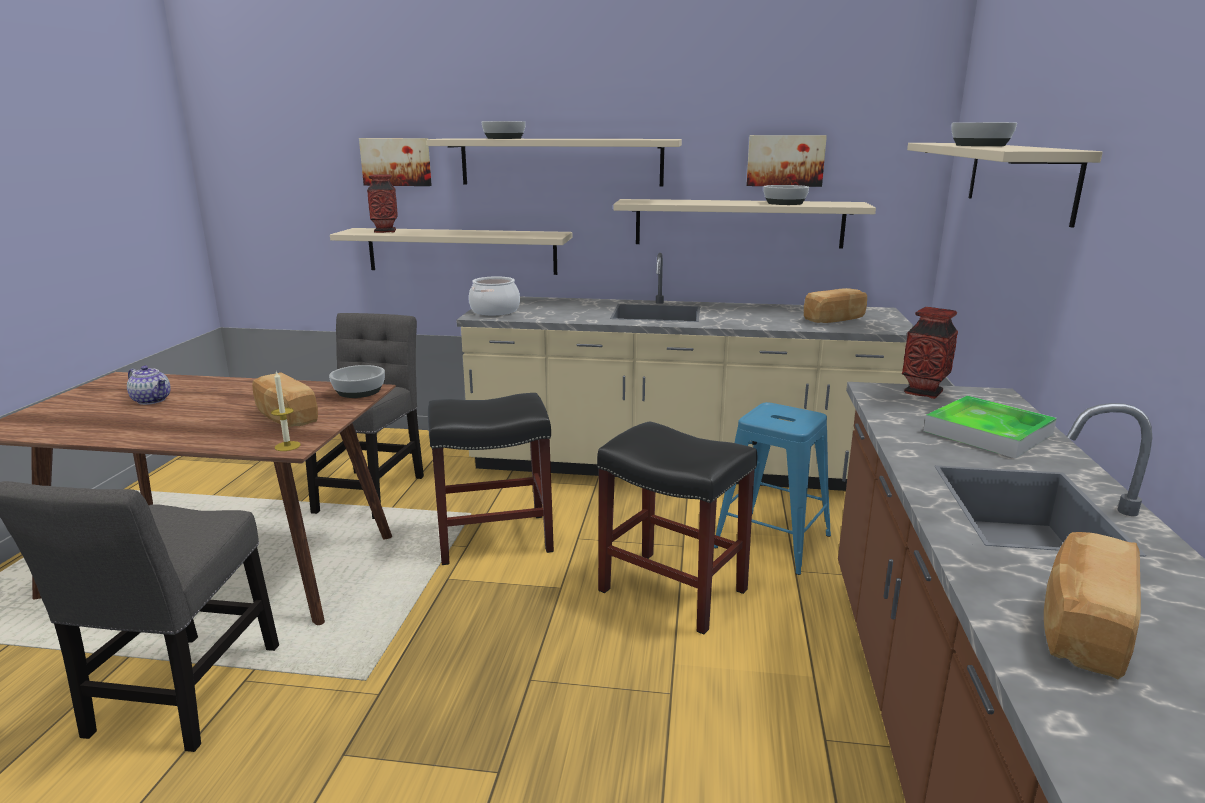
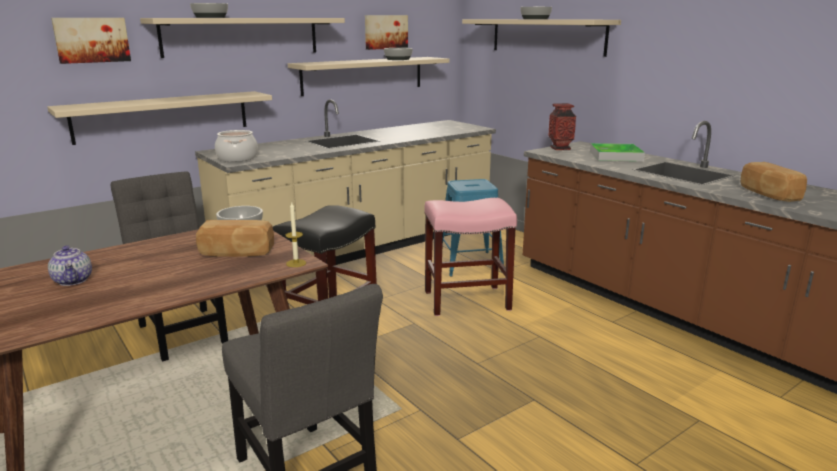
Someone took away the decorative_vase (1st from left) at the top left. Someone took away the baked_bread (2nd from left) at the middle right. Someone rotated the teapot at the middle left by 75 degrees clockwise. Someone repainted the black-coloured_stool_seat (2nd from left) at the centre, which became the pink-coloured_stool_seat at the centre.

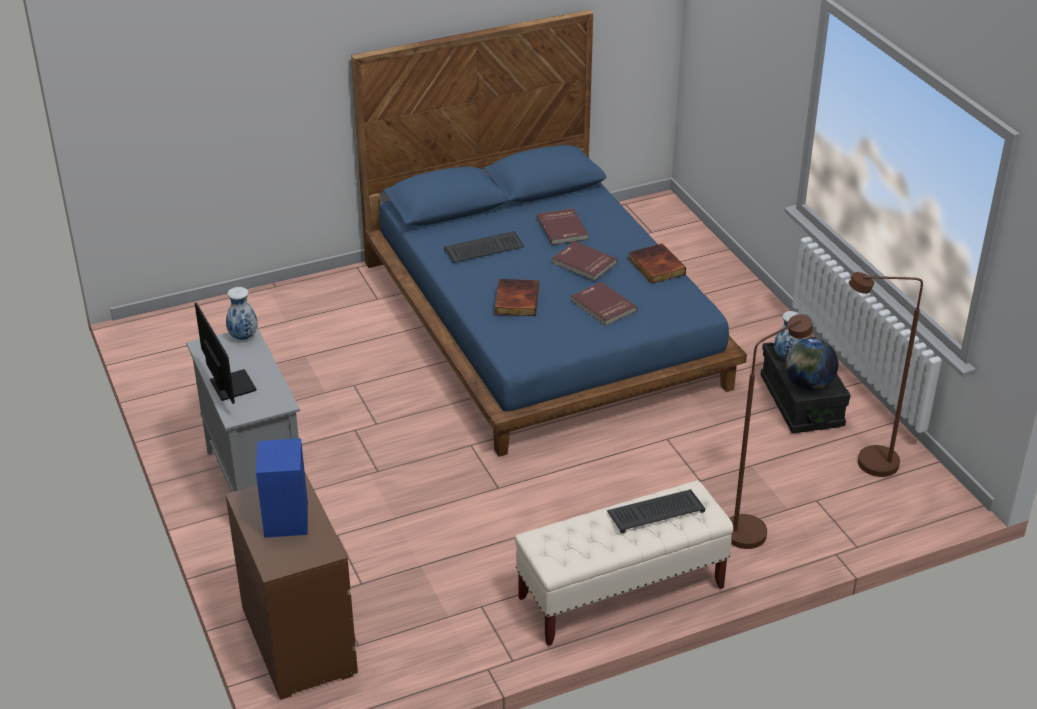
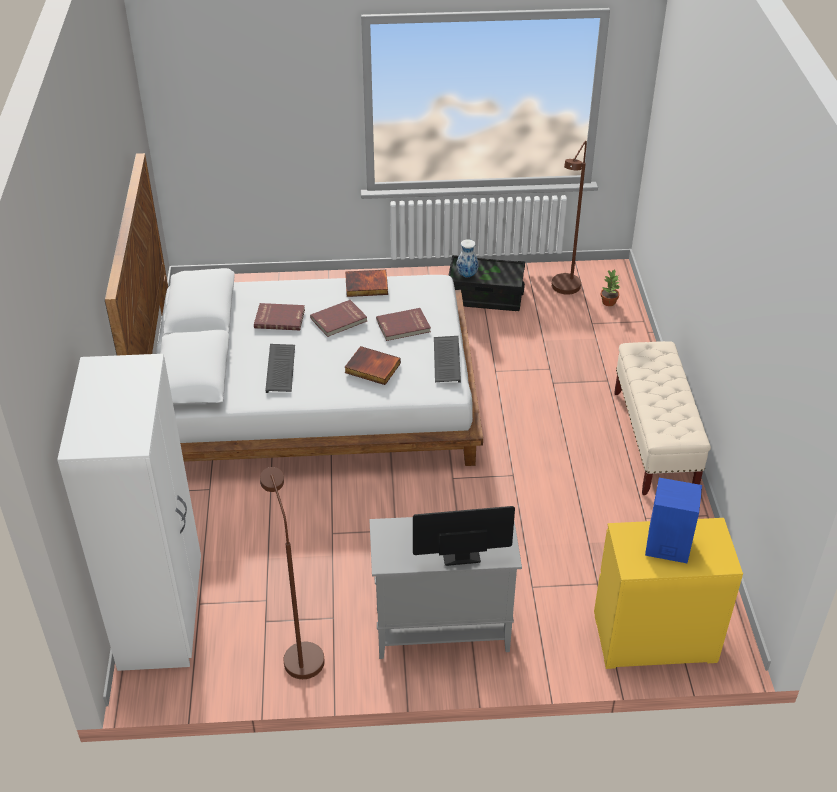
Someone repainted the blue-coloured_bed at the top centre, which became the whitish_bed at the centre. Someone took away the decorative_vase (1st from left) at the middle left. Someone carried the brown_floor_lamp (1st from left) from the middle right to the bottom centre. Someone took away the world_globe at the middle right. Someone repainted the brown_drawer_chest at the bottom left, which became the yellow-coloured_drawer_chest at the bottom right. Someone carried the keyboard (2nd from left) from the bottom centre to the centre. Someone put down the houseplant at the middle right. Someone put down the whitish_clothes_cupboard at the middle left.

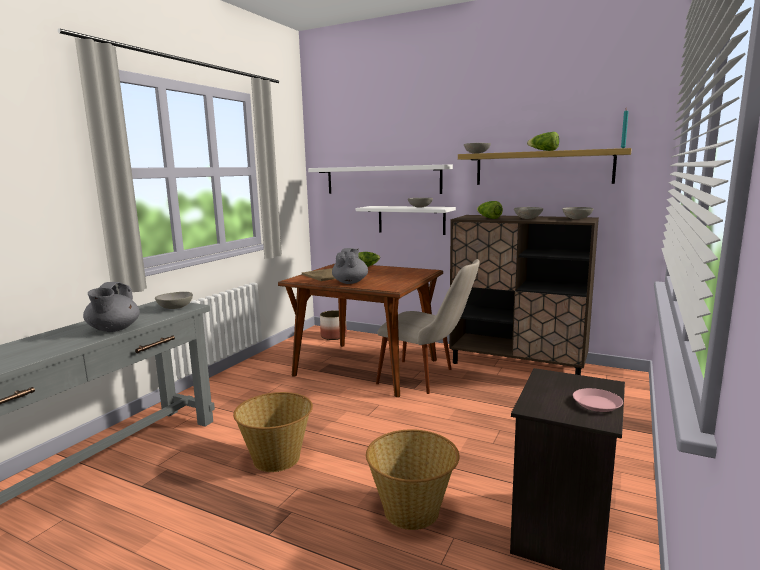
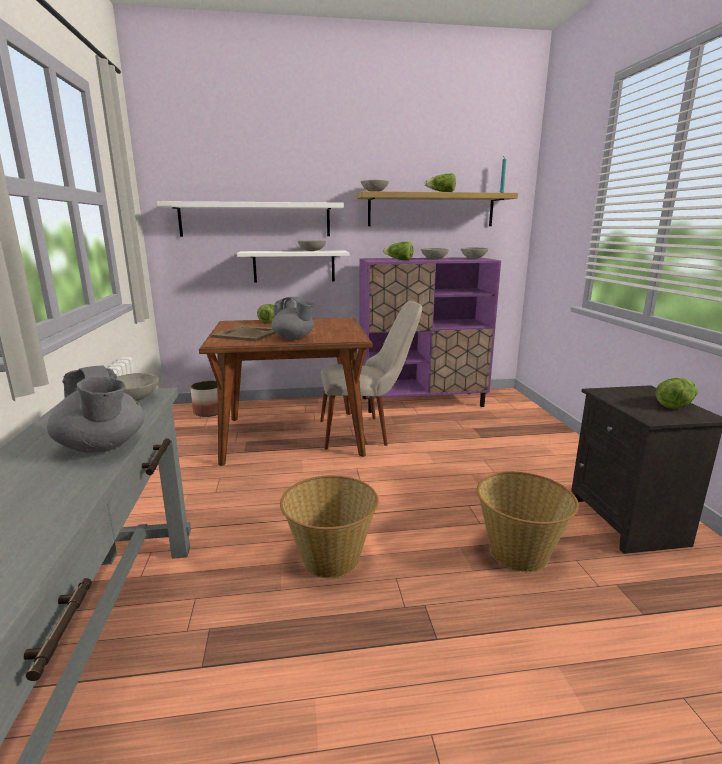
Someone repainted the brown_cabinet at the middle right, which became the purple-coloured_cabinet at the centre. Someone rotated the gray_teapot (2nd from left) at the centre by 150 degrees clockwise. Someone swapped the pink-coloured_plate at the bottom right for the lettuce (4th from left) at the middle right.

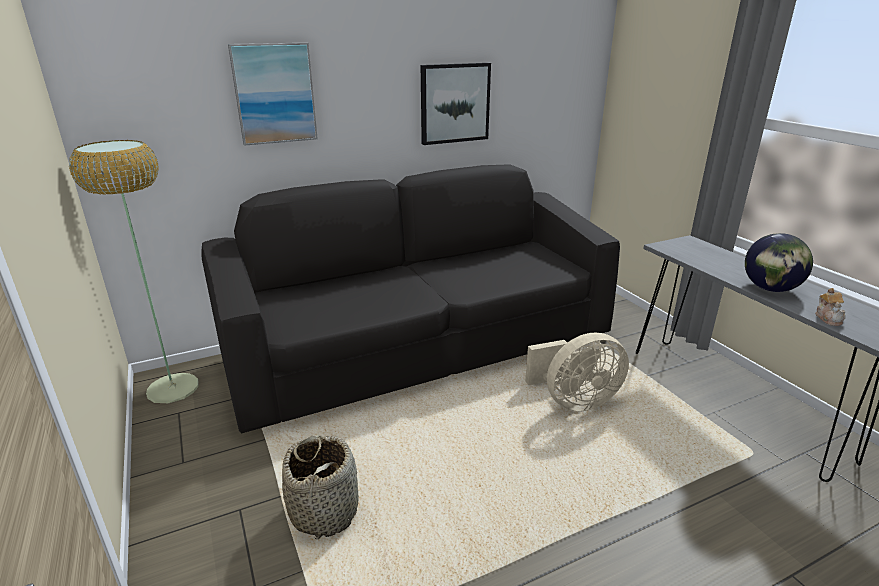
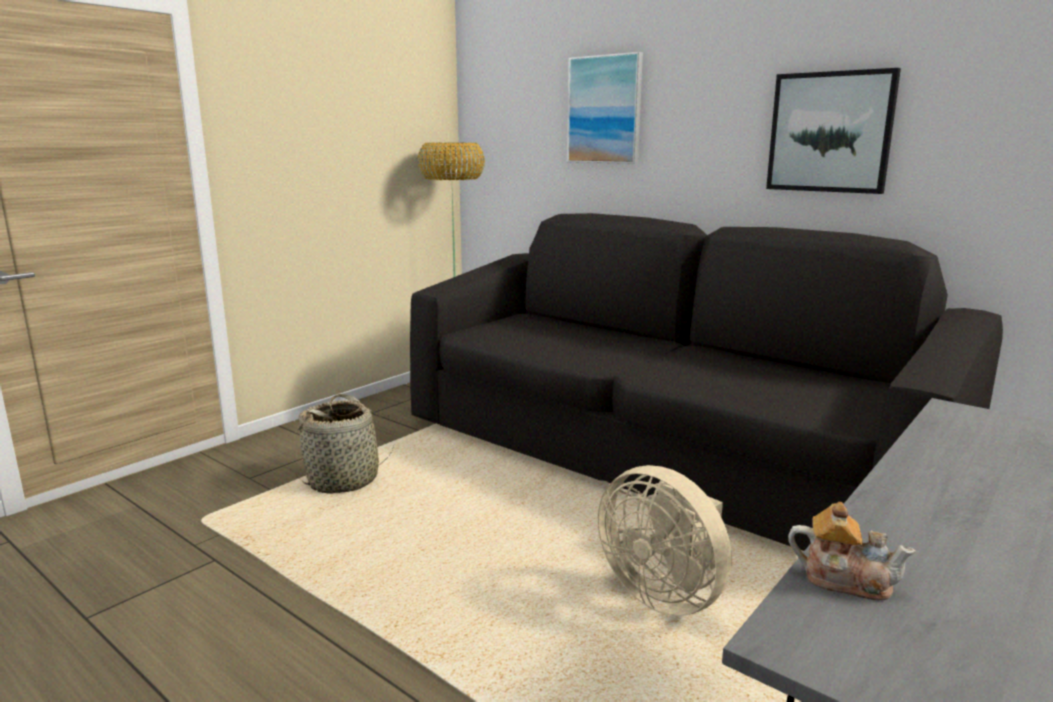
Someone took away the world_globe at the middle right. Someone rotated the teapot at the middle right by 135 degrees counterclockwise.

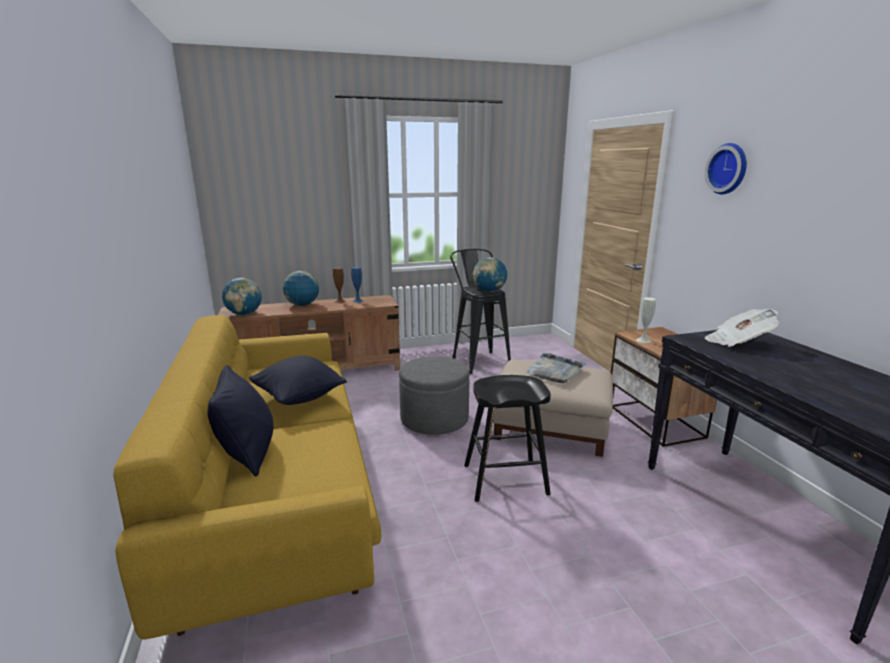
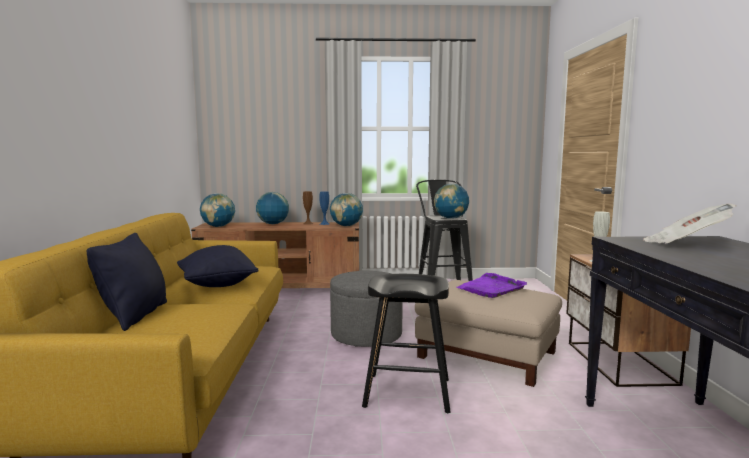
Someone took away the hanging_clock at the top right. Someone repainted the gray_tray at the centre, which became the purple-coloured_tray at the centre. Someone put down the world_globe (3rd from left) at the centre.

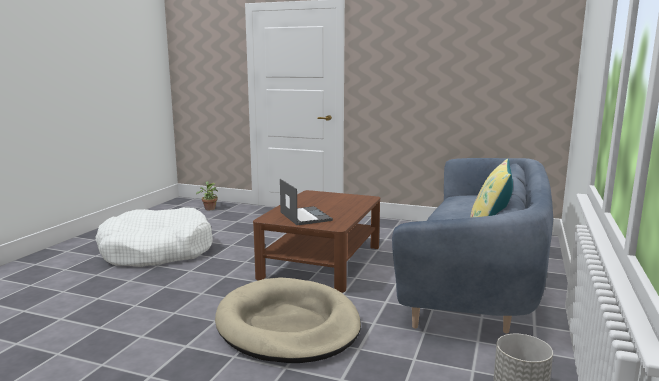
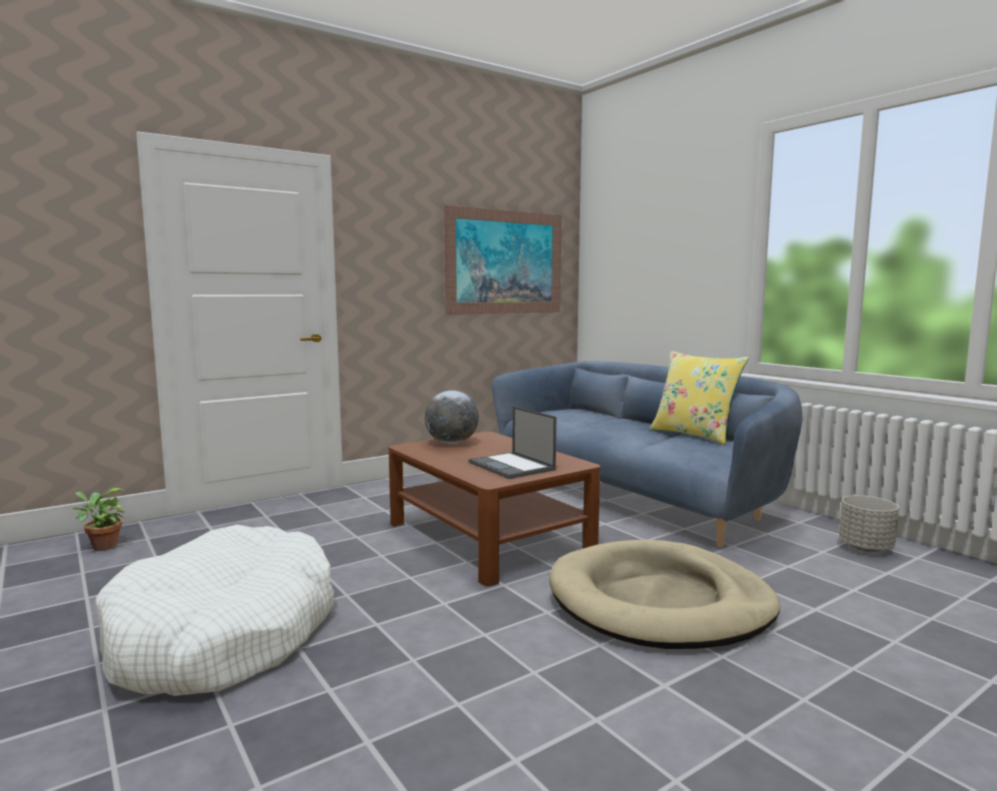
Someone rotated the portable_computer at the centre by 135 degrees counterclockwise. Someone put up the wall_picture at the top centre. Someone put down the world_globe at the centre.

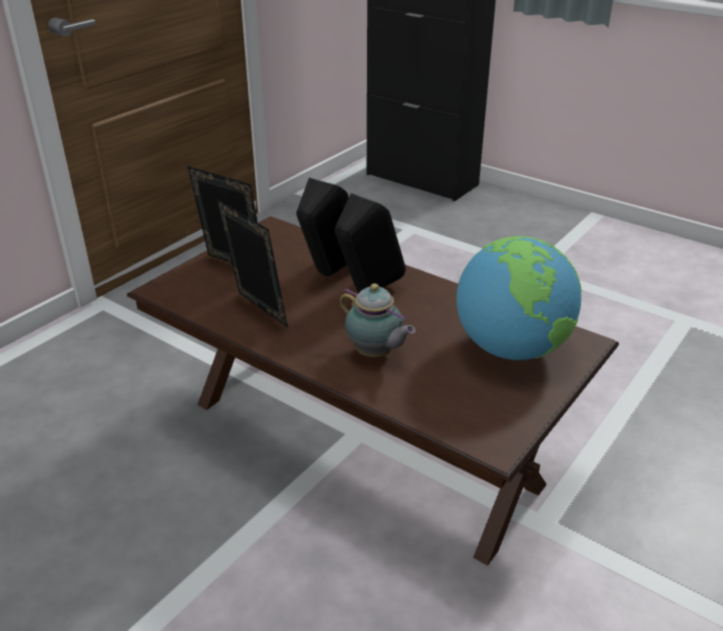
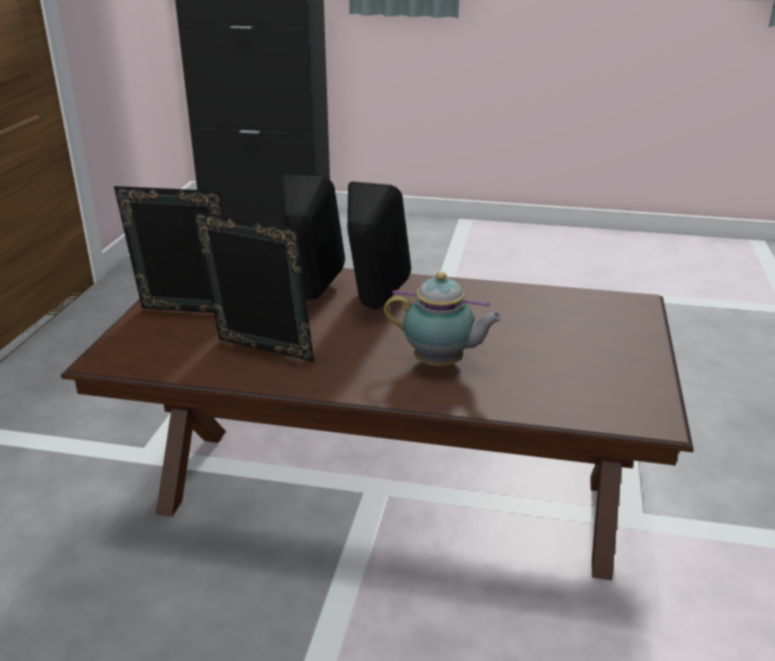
Someone took away the world_globe at the middle right.

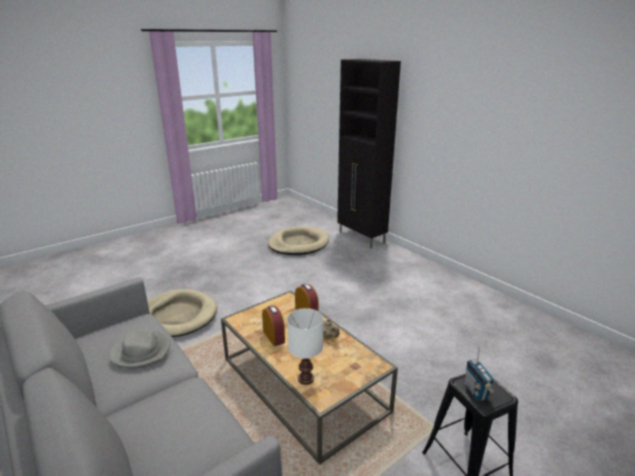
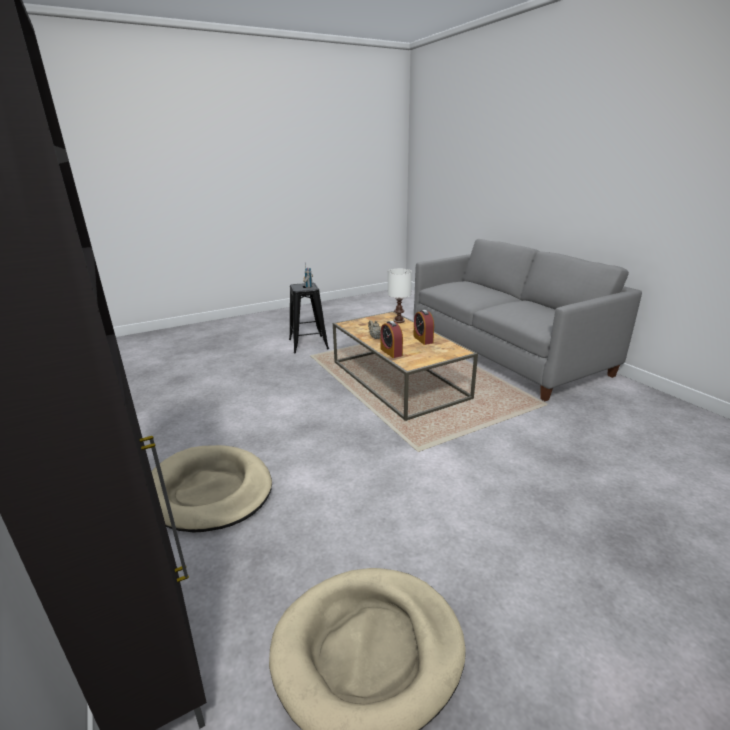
Someone carried the beige_pet_bed (1st from left) from the middle left to the bottom left. Someone took away the gray_clothing_hat at the bottom left.

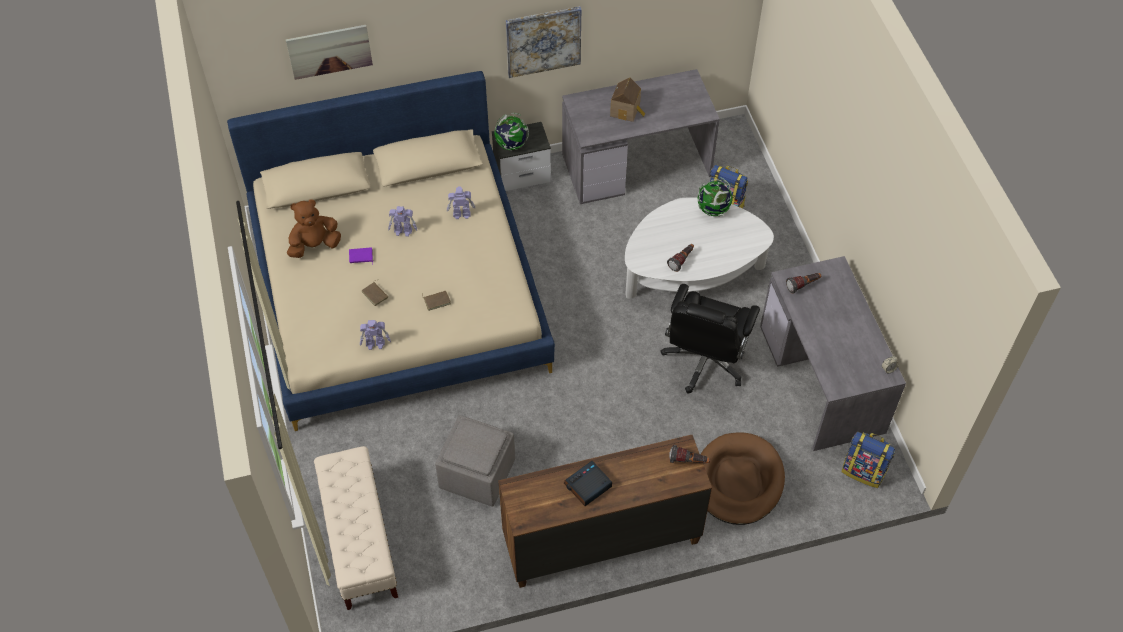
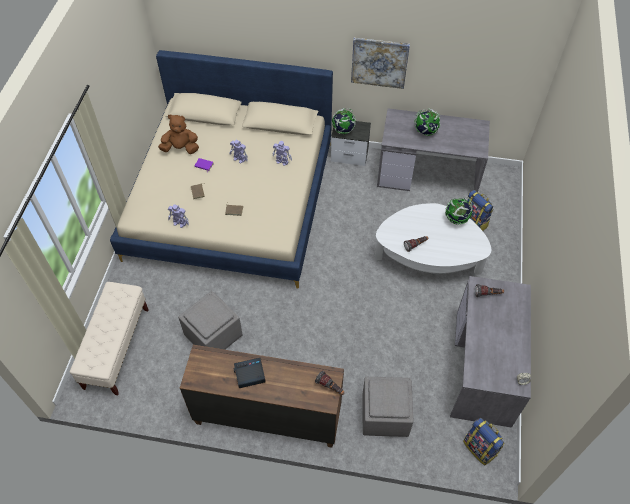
Someone took away the wall_picture (1st from left) at the top left. Someone swapped the toy_house at the top centre for the world_globe (2nd from left) at the top right. Someone took away the black-coloured_office_chair at the centre. Someone swapped the brown_pet_bed at the bottom centre for the gray_pouffe (2nd from left) at the bottom centre.

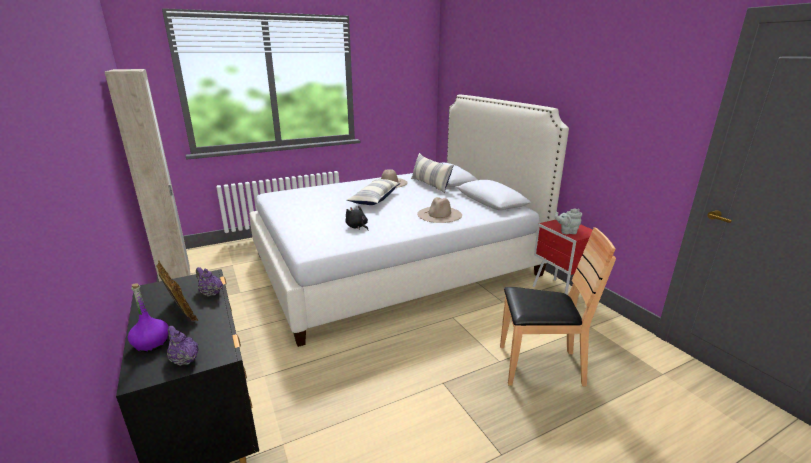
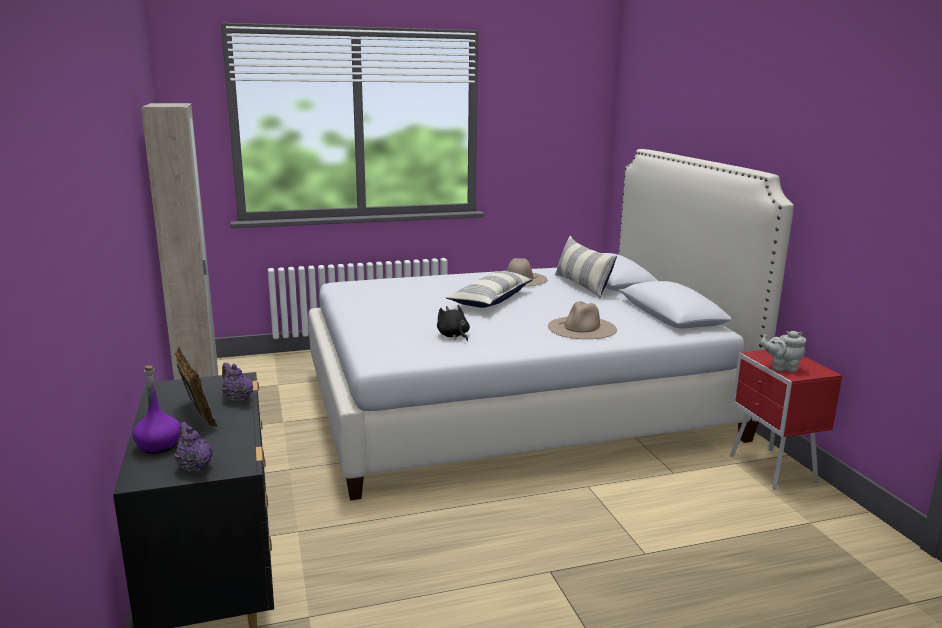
Someone took away the brown_plain_chair at the middle right.

